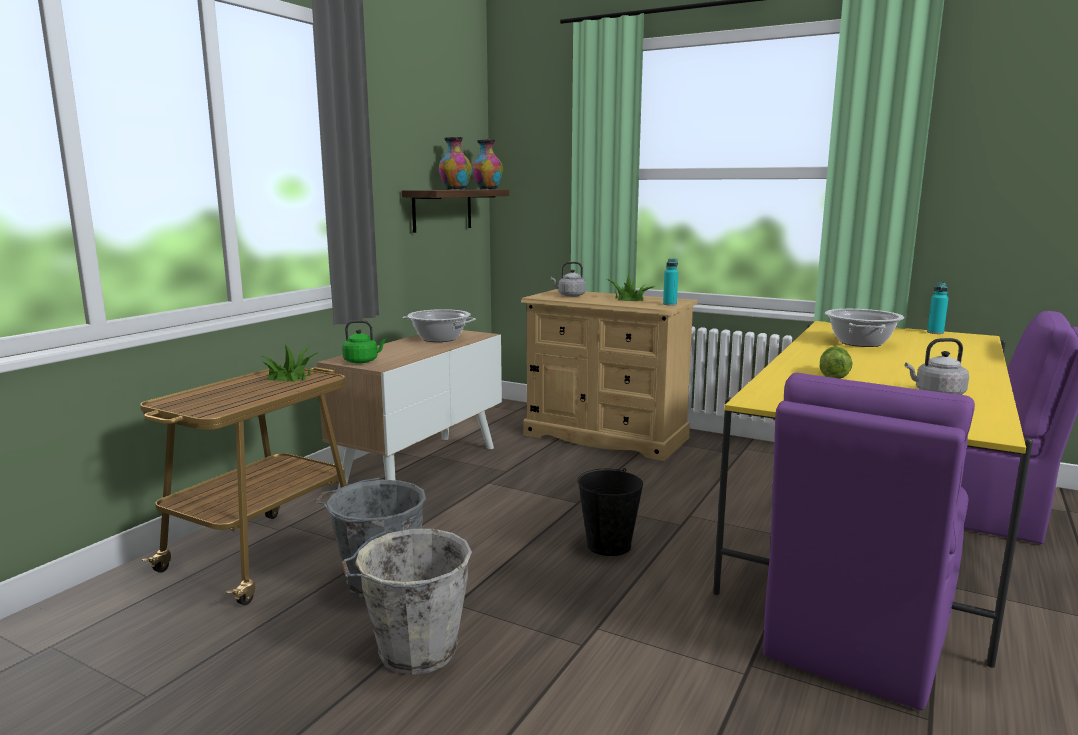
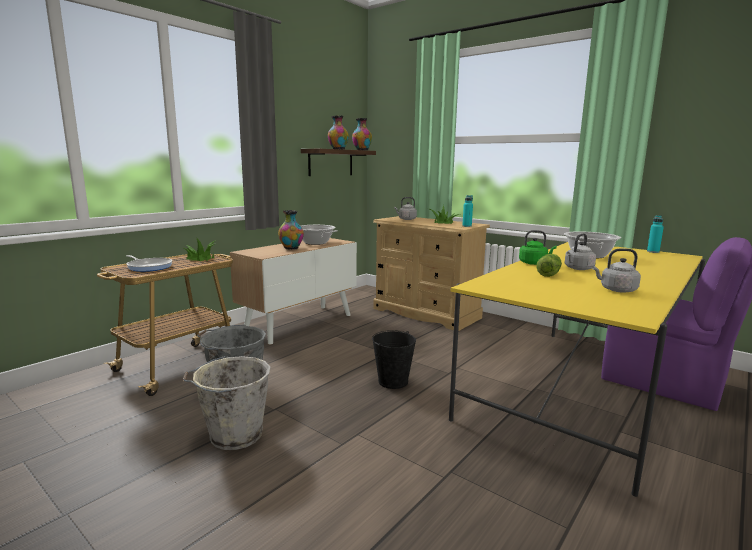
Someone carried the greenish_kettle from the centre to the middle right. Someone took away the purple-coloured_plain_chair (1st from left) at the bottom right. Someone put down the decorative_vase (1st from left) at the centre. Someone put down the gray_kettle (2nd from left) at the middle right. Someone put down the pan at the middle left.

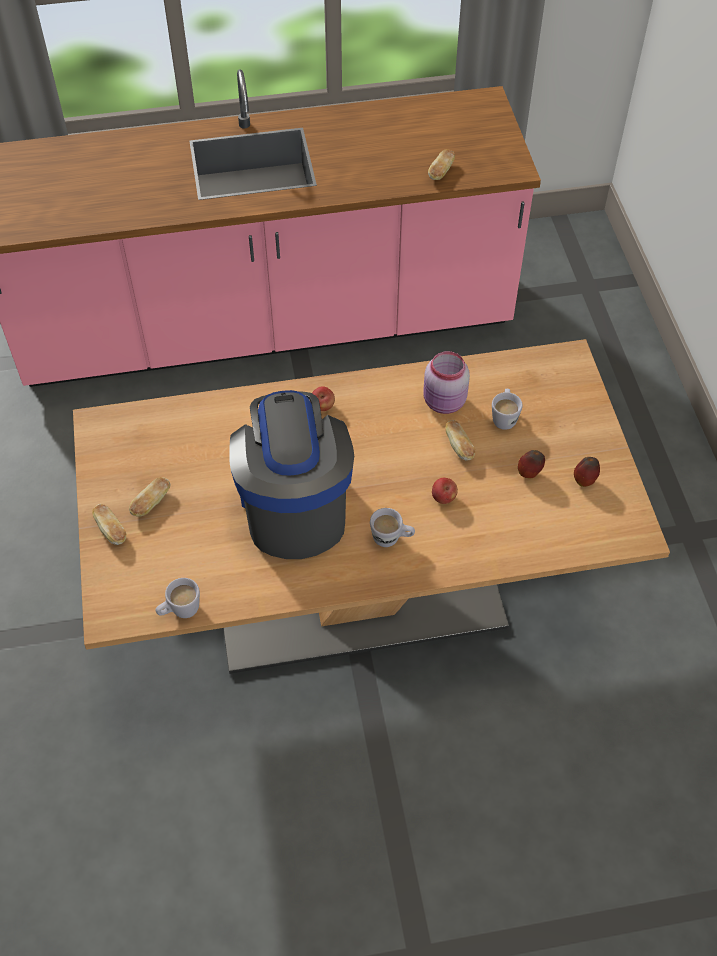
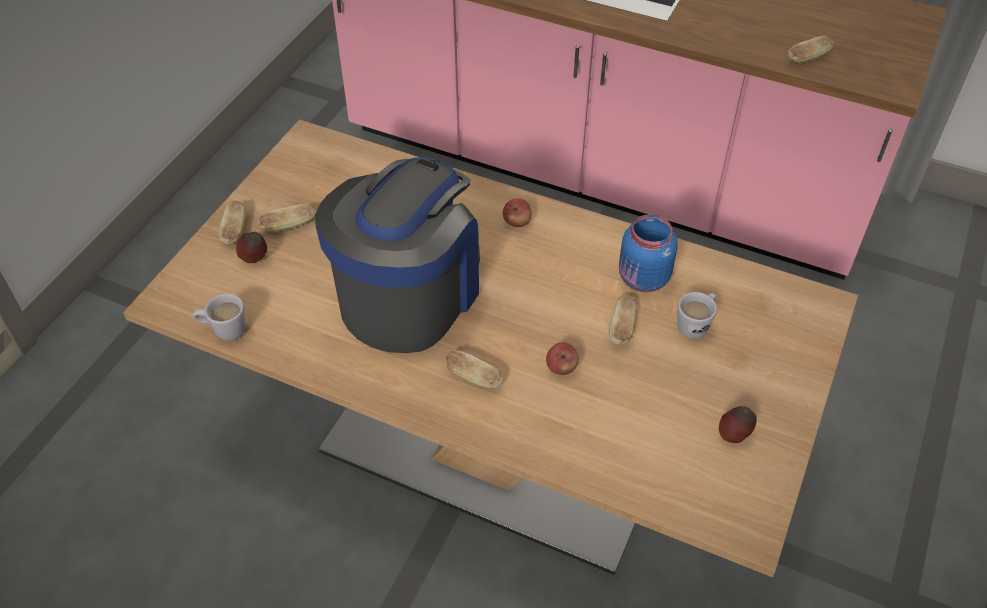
Someone repainted the pink-coloured_jar at the centre, which became the blue-coloured_jar at the centre. Someone carried the apple_fruit (3rd from left in the first image) from the middle right to the middle left. Someone swapped the whitish_tea_mug (2nd from left) at the centre for the baked_bread (3rd from left) at the centre.

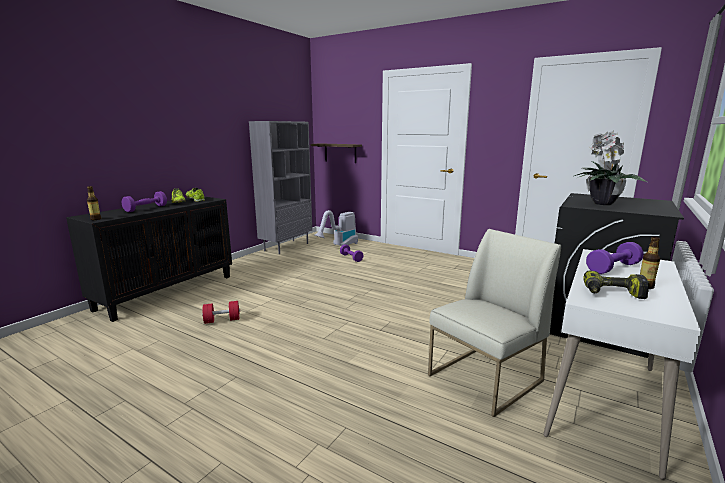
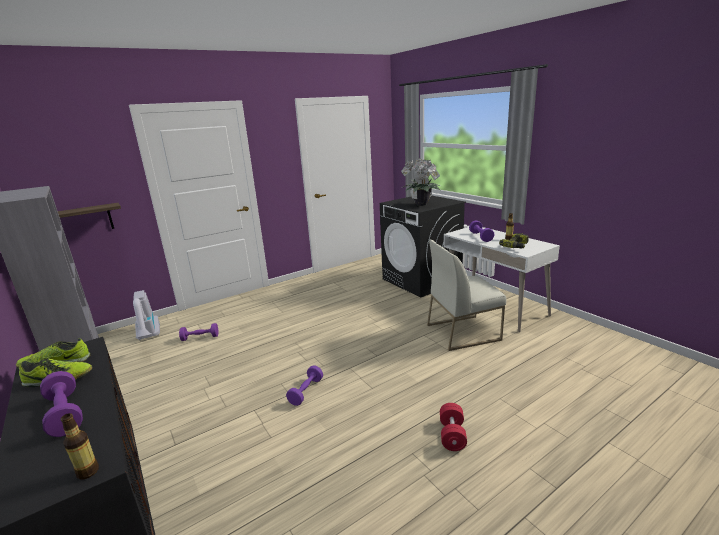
Someone rotated the whitish_plain_chair at the bottom right by 90 degrees counterclockwise. Someone carried the red-coloured_dumbbell from the middle left to the bottom centre. Someone put down the purple-coloured_dumbbell (3rd from left) at the bottom centre.

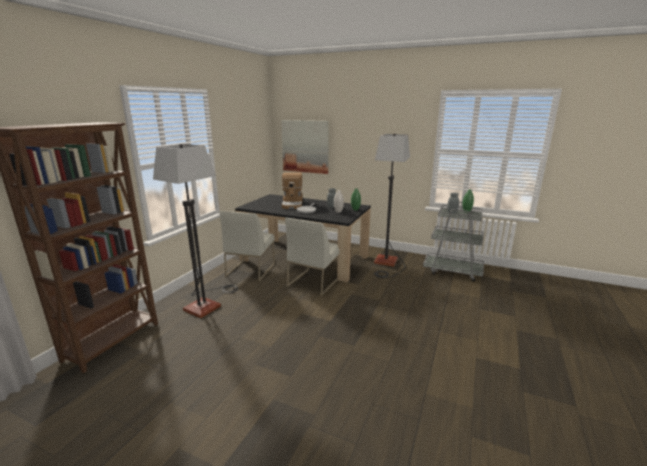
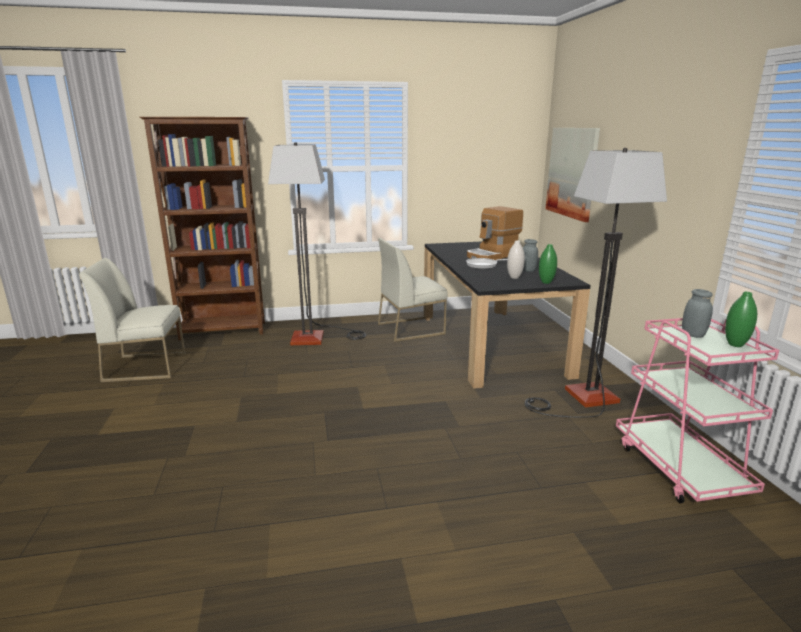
Someone repainted the gray_cart at the middle right, which became the pink-coloured_cart at the middle right. Someone carried the whitish_plain_chair (2nd from left in the first image) from the centre to the middle left.

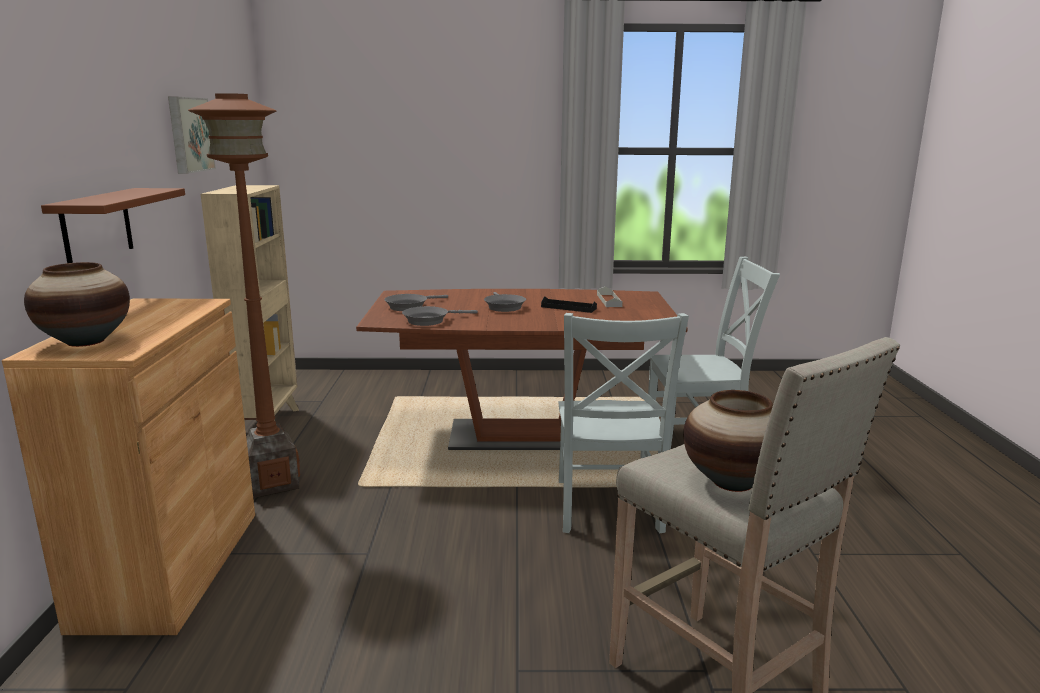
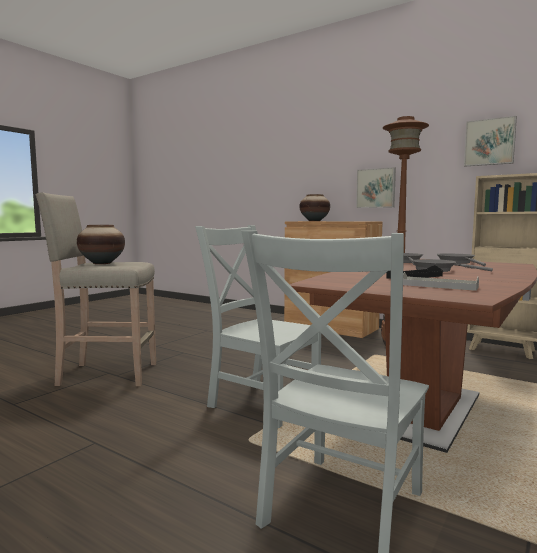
Someone swapped the brown_wall_shelf at the top left for the wall_picture (1st from left) at the middle right.

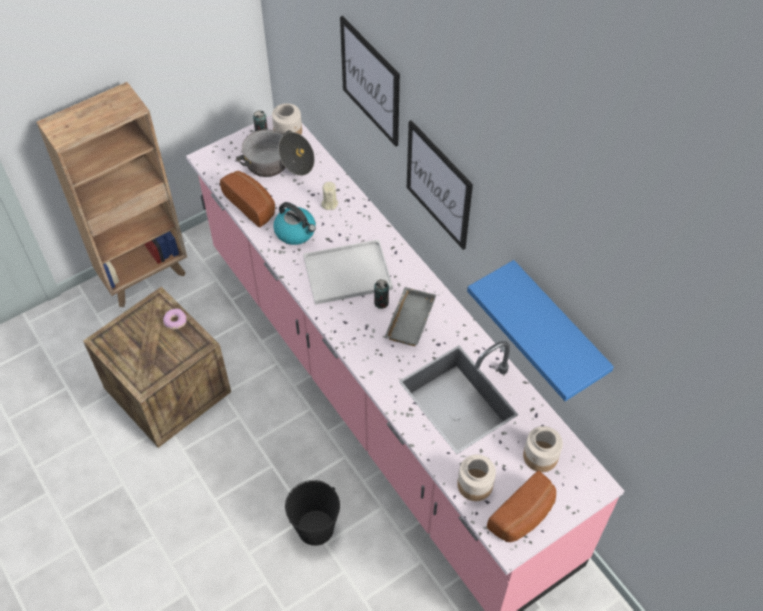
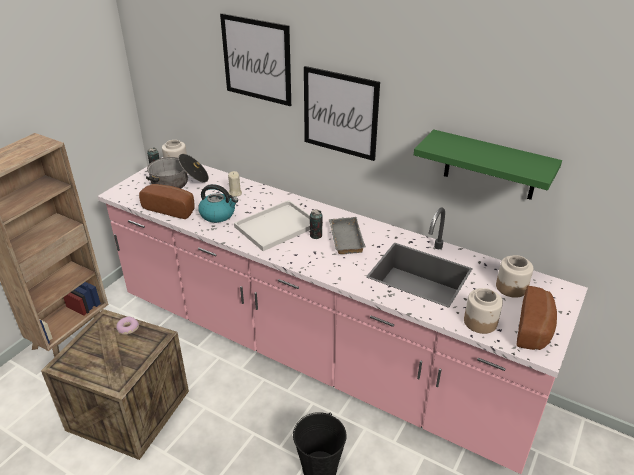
Someone repainted the blue-coloured_wall_shelf at the middle right, which became the greenish_wall_shelf at the middle right.

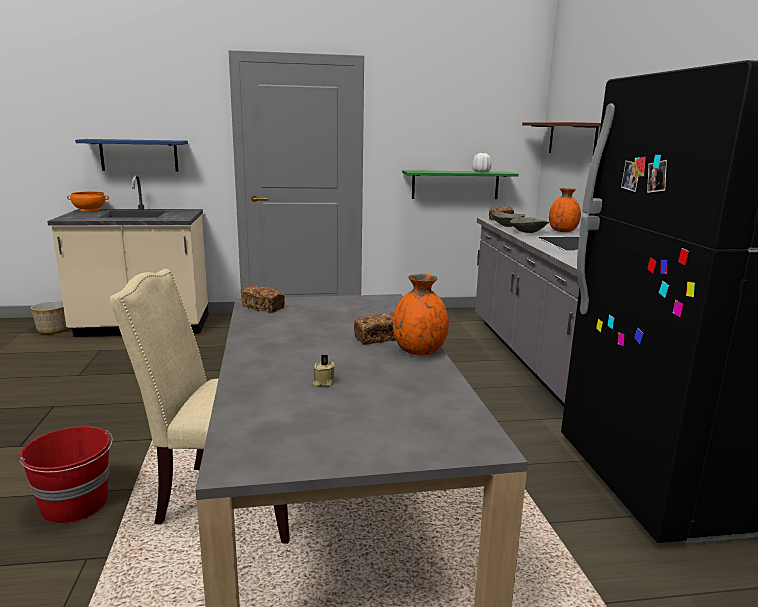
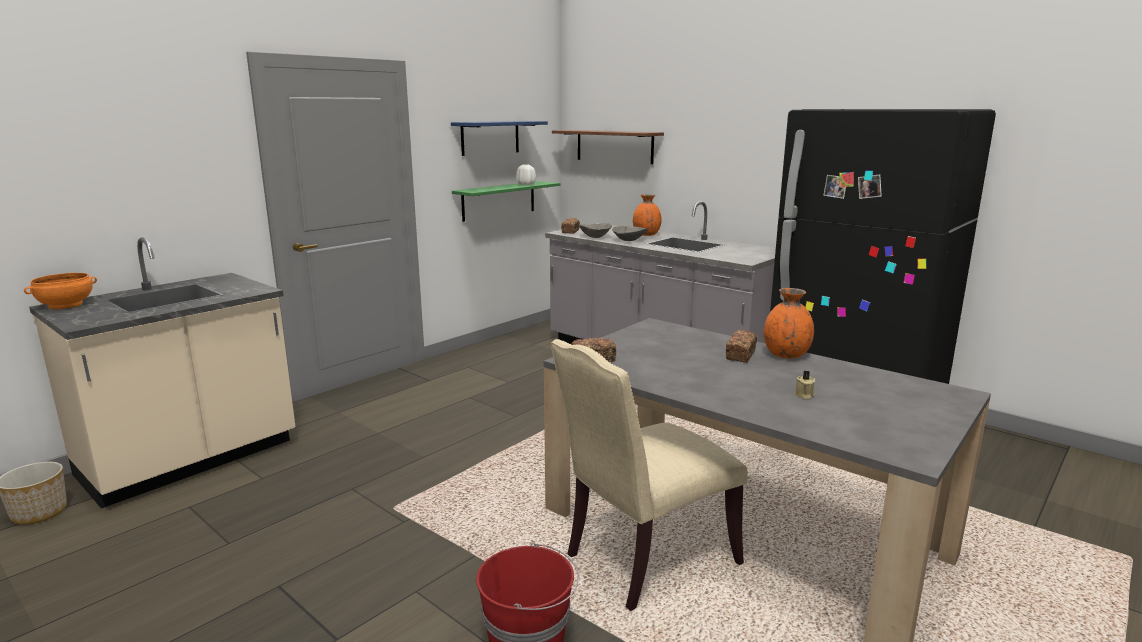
Someone carried the blue-coloured_wall_shelf from the top left to the top centre.

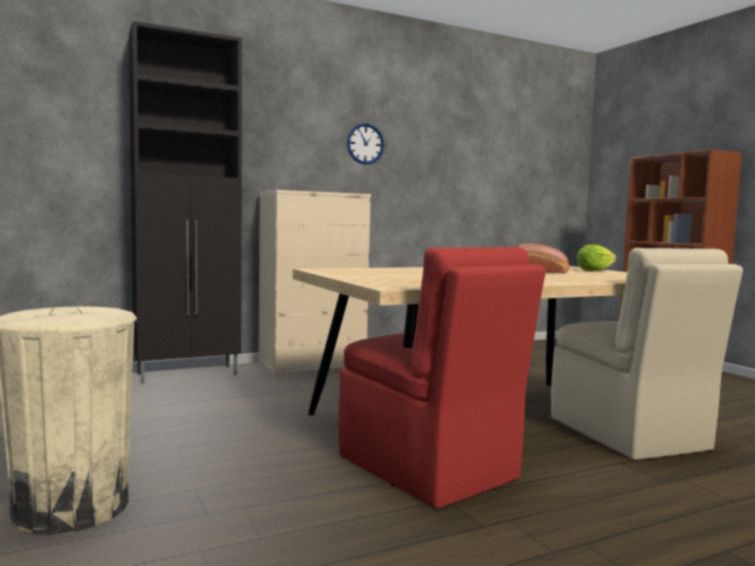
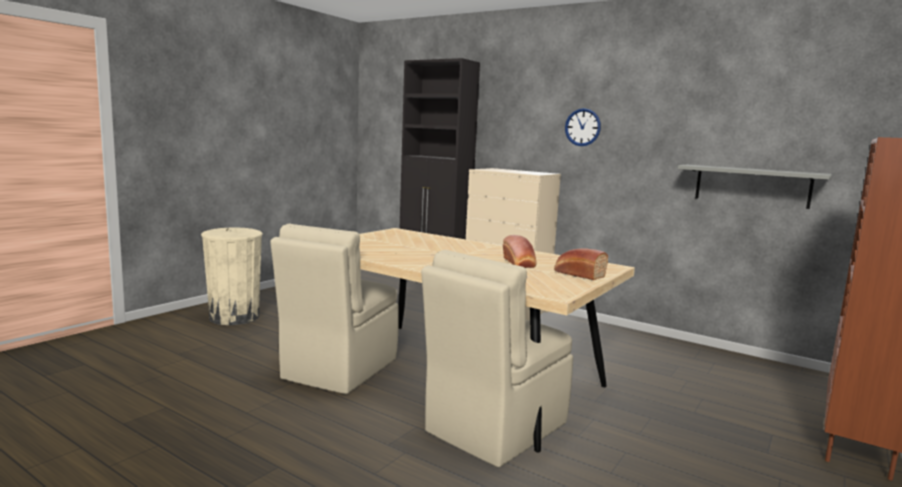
Someone swapped the lettuce at the middle right for the baked_bread (2nd from left) at the centre. Someone repainted the red-coloured_plain_chair at the bottom centre, which became the beige_plain_chair (1st from left) at the centre. Someone put up the gray_wall_shelf at the middle right.

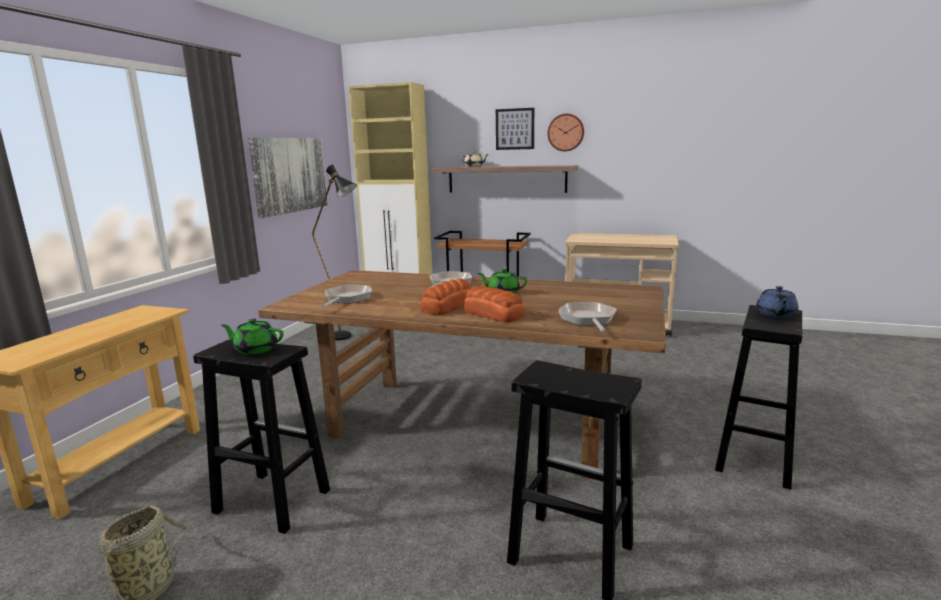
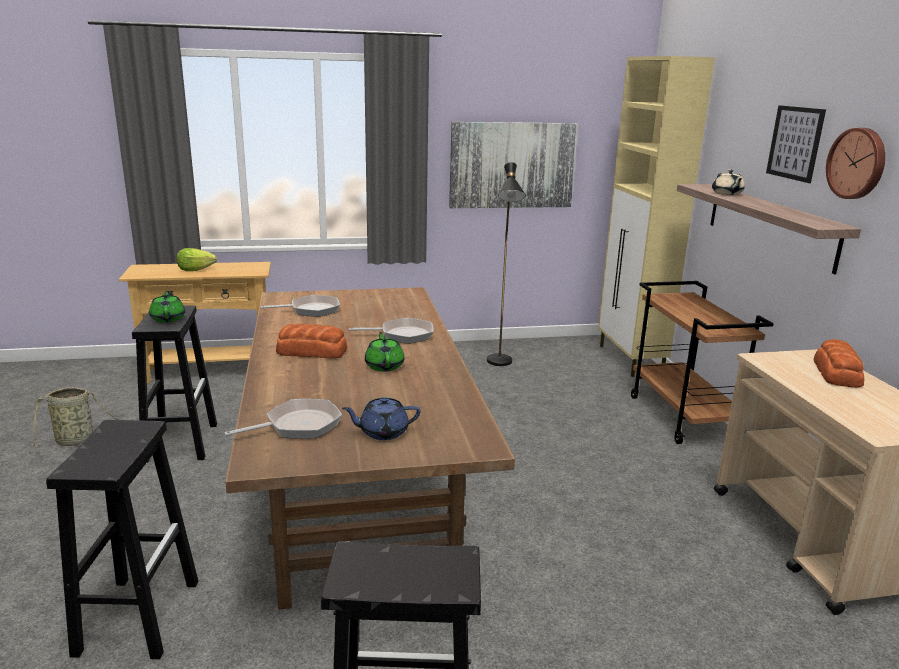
Someone carried the baked_bread (2nd from left) from the centre to the middle right. Someone carried the blue-coloured_teapot from the middle right to the centre. Someone put down the lettuce at the middle left.

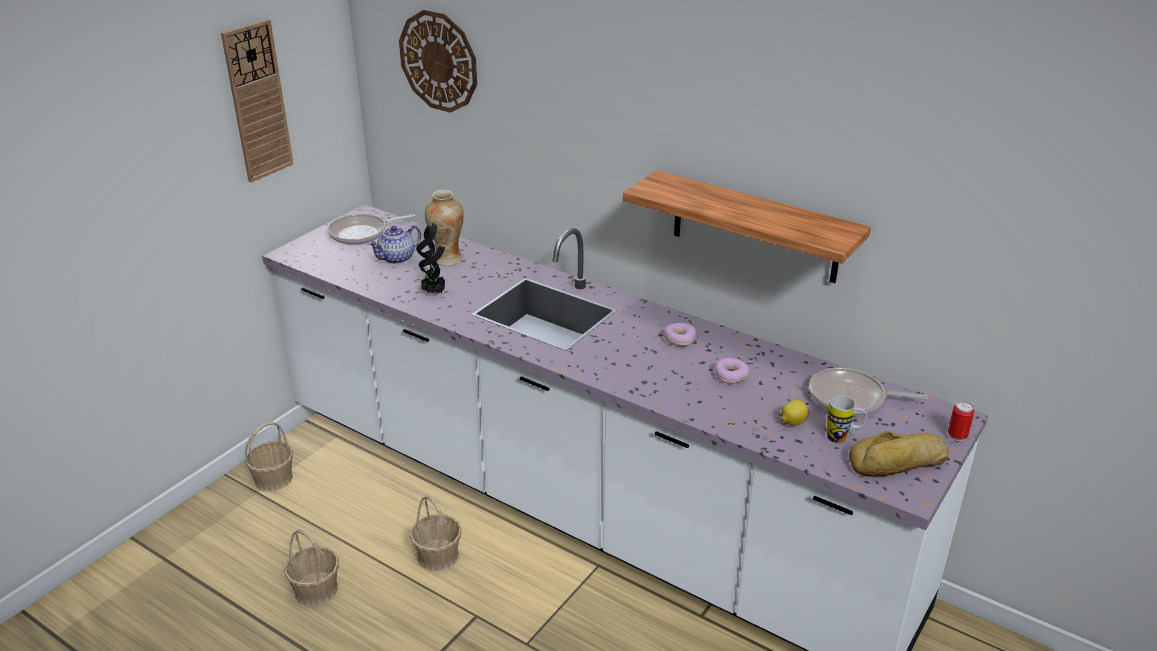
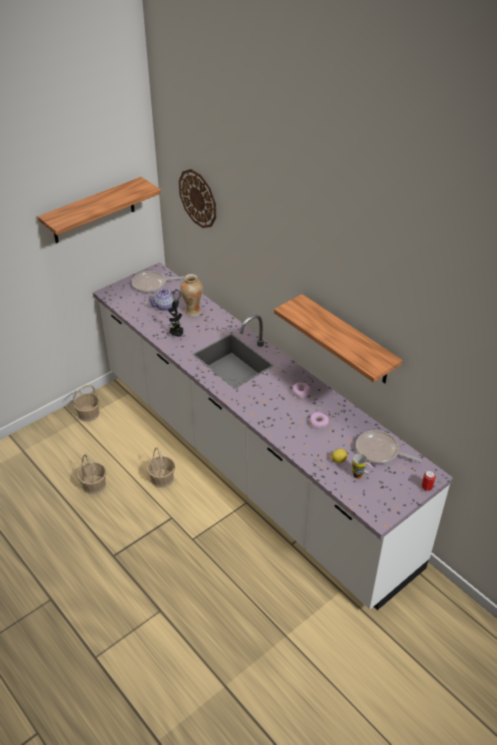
Someone swapped the hanging_clock (1st from left) at the top left for the wall_shelf (1st from left) at the top left. Someone took away the baked_bread at the bottom right.

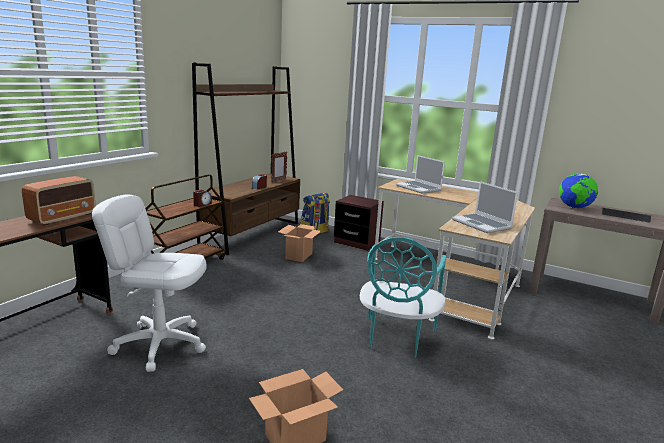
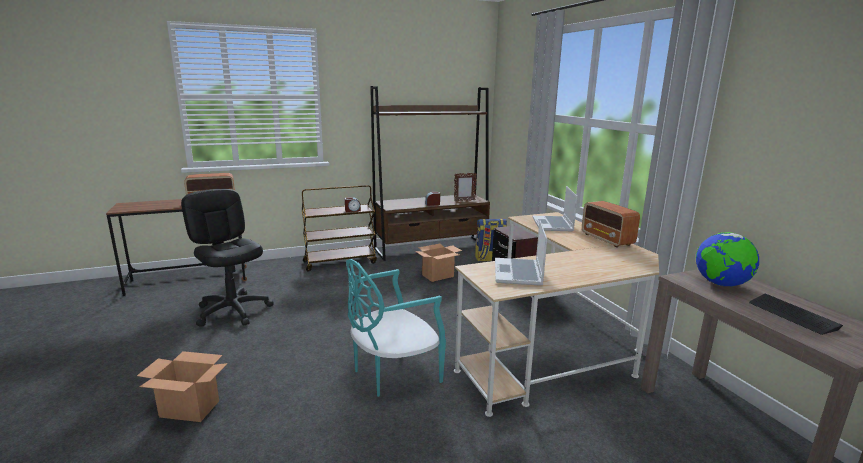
Someone repainted the whitish_office_chair at the middle left, which became the black-coloured_office_chair at the middle left. Someone put down the radio (2nd from left) at the middle right.

